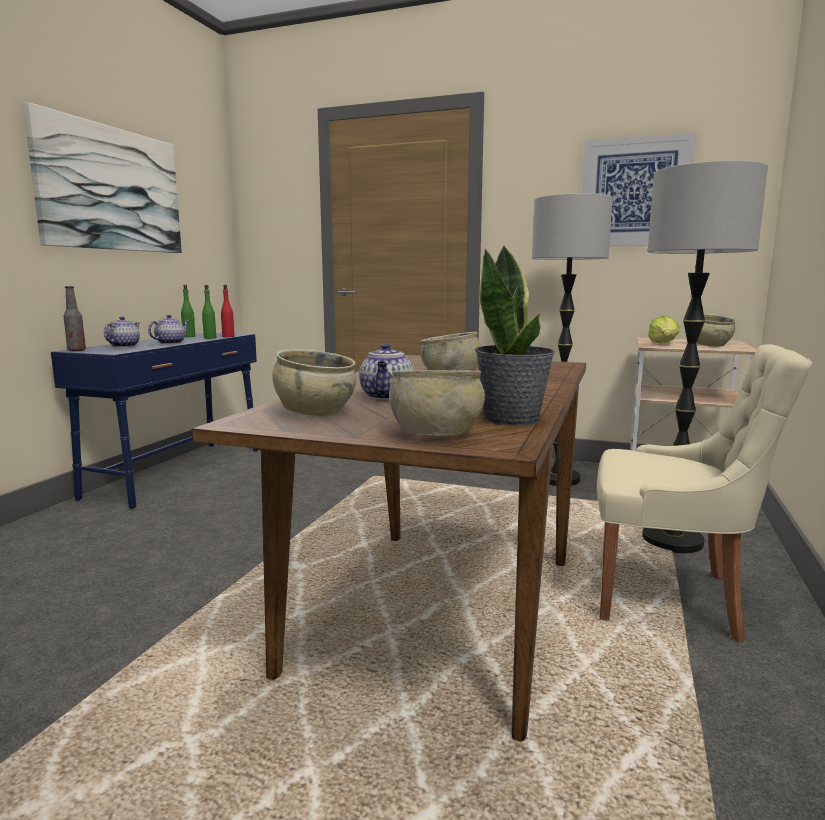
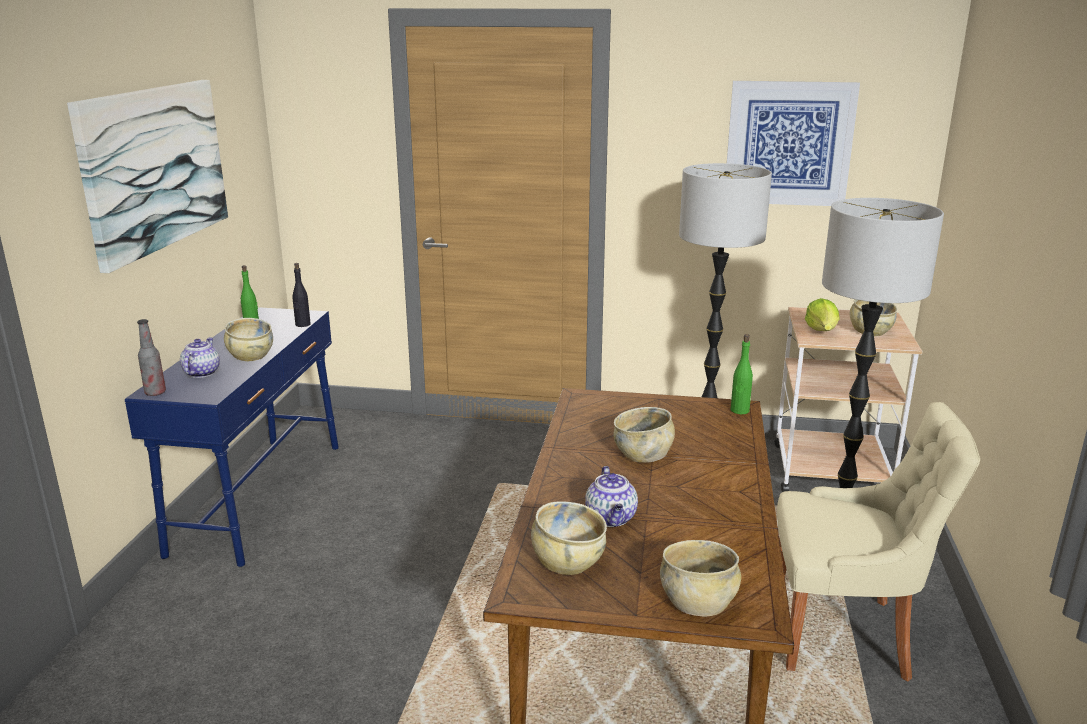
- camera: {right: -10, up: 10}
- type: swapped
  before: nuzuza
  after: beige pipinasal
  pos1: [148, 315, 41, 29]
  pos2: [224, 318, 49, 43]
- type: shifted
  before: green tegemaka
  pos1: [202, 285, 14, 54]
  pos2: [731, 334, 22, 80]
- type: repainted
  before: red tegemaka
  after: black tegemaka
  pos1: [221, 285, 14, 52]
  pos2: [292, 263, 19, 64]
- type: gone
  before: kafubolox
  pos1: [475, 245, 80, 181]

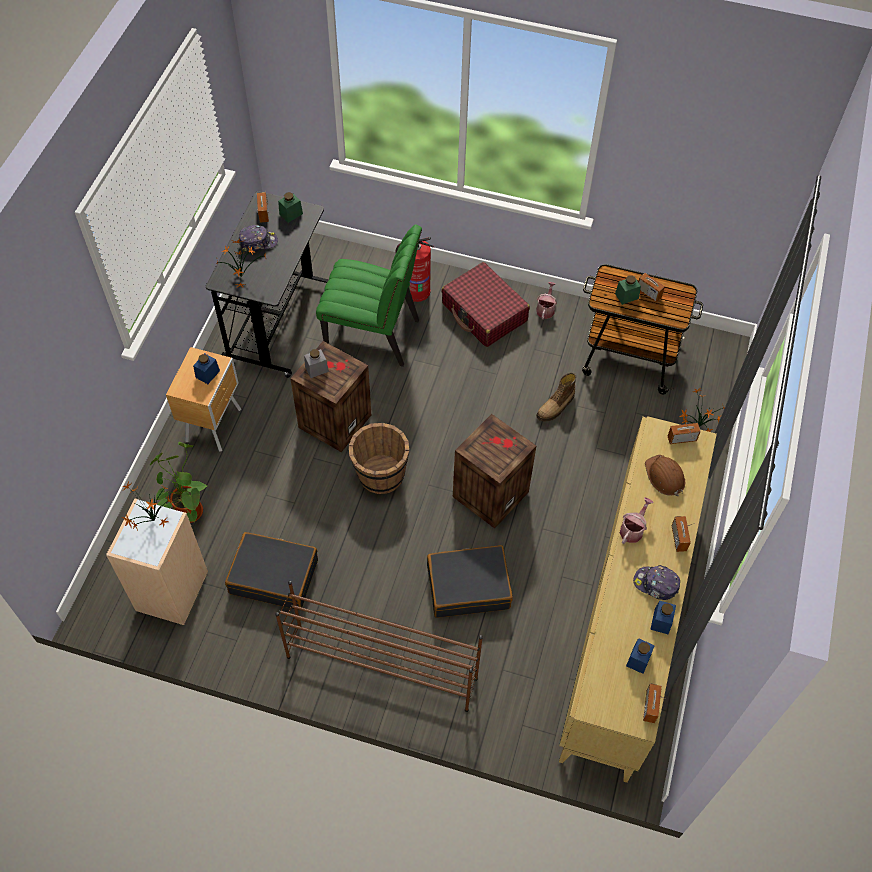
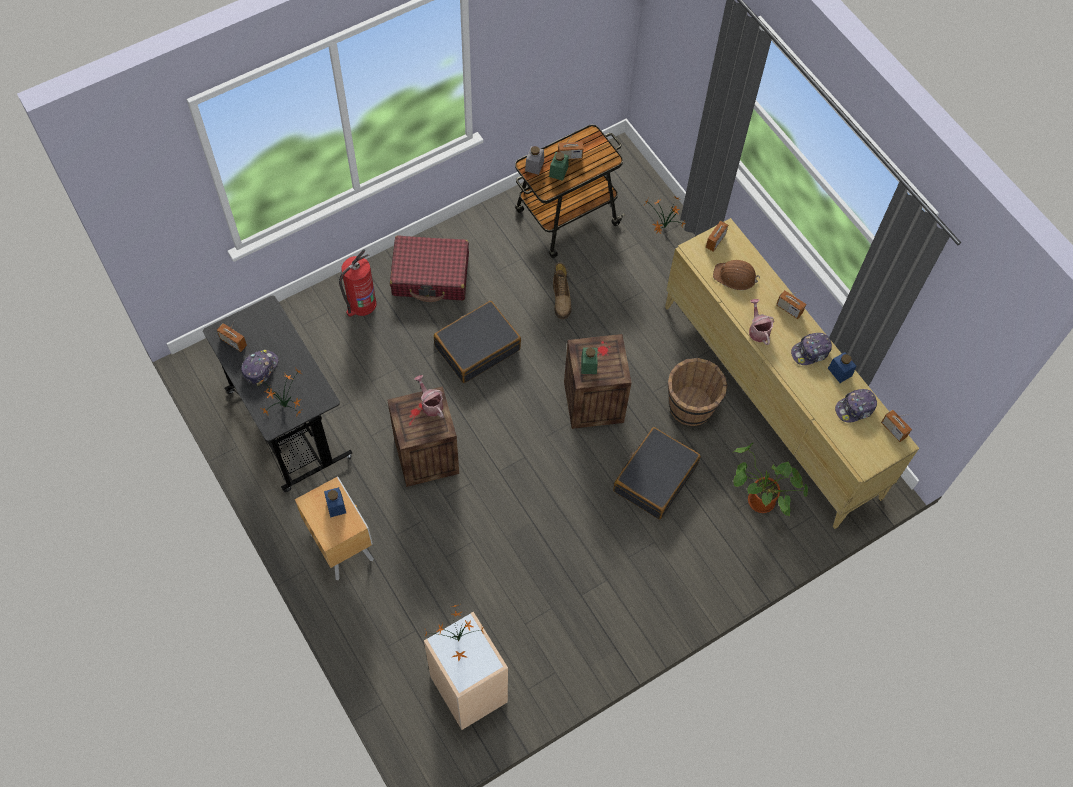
- camera: {right: -50, up: 5}
- type: shifted
  before: kafubolox
  pos1: [150, 442, 57, 81]
  pos2: [733, 443, 75, 74]
- type: shifted
  before: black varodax
  pos1: [225, 532, 93, 78]
  pos2: [434, 301, 87, 82]
- type: gone
  before: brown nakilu
  pos1: [275, 581, 208, 131]
- type: shifted
  before: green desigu
  pos1: [278, 192, 25, 31]
  pos2: [581, 348, 16, 26]
- type: shifted
  before: grey desigu
  pos1: [304, 349, 25, 29]
  pos2: [525, 146, 19, 29]
- type: gone
  before: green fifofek
  pos1: [316, 224, 106, 143]
- type: shifted
  before: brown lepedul
  pos1: [349, 423, 60, 71]
  pos2: [668, 358, 59, 68]
- type: shifted
  before: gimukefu
  pos1: [536, 282, 21, 38]
  pos2: [414, 375, 30, 43]
- type: swapped
  before: blue desigu
  after: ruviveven
  pos1: [626, 638, 29, 36]
  pos2: [835, 389, 42, 34]

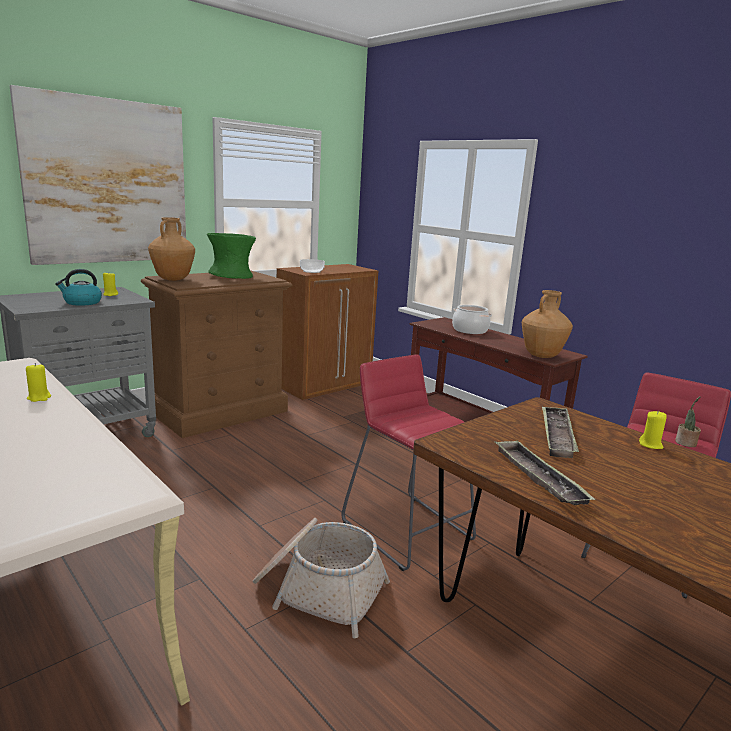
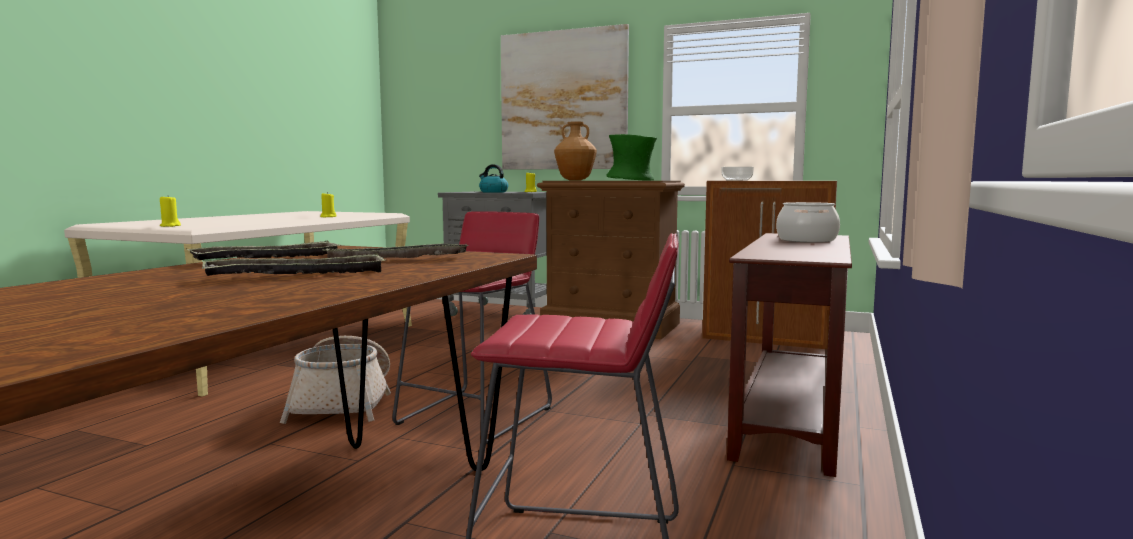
- camera: {right: 65, up: -10}
- type: gone
  before: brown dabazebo
  pos1: [522, 290, 51, 68]
- type: shifted
  before: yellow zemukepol
  pos1: [639, 411, 28, 38]
  pos2: [160, 196, 21, 31]
- type: gone
  before: kafubolox
  pos1: [675, 396, 26, 51]
- type: new
  after: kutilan
  pos2: [202, 253, 184, 23]

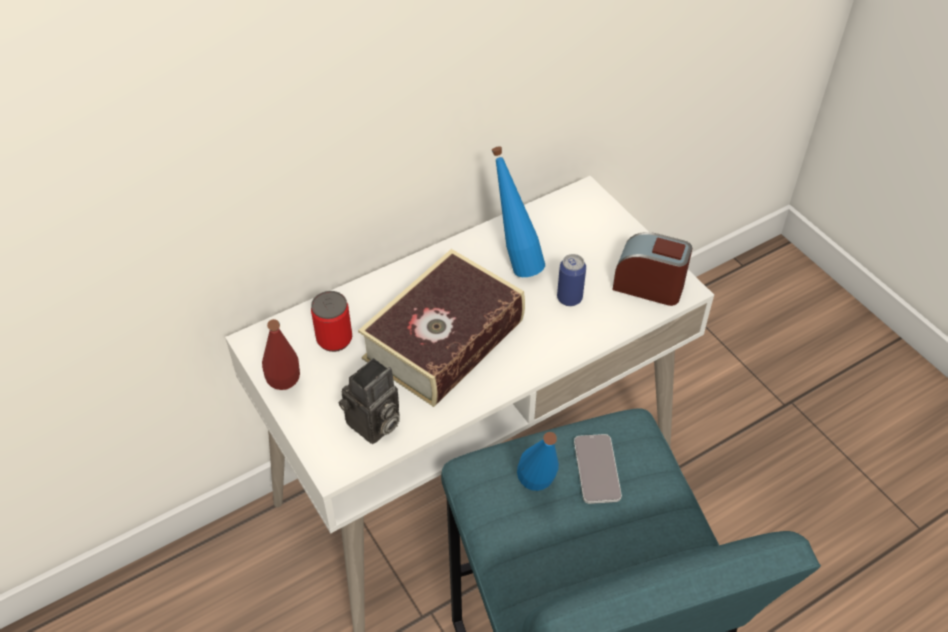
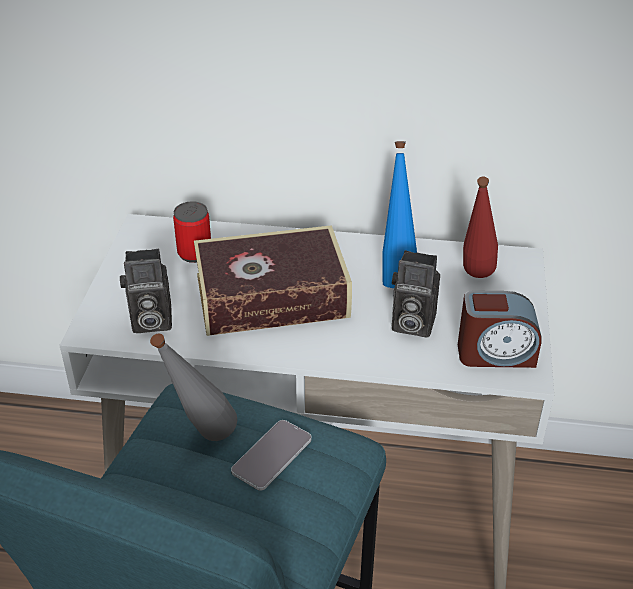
- camera: {right: 40, up: -10}
- type: shifted
  before: red tegemaka
  pos1: [262, 319, 38, 71]
  pos2: [463, 177, 35, 101]
- type: repainted
  before: blue tegemaka
  after: grey tegemaka
  pos1: [517, 432, 42, 59]
  pos2: [150, 333, 87, 108]
- type: swapped
  before: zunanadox
  after: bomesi
  pos1: [557, 254, 29, 52]
  pos2: [392, 250, 48, 88]
- type: rotated
  before: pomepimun
  pos1: [612, 232, 80, 74]
  pos2: [458, 290, 84, 78]
  turn: 120

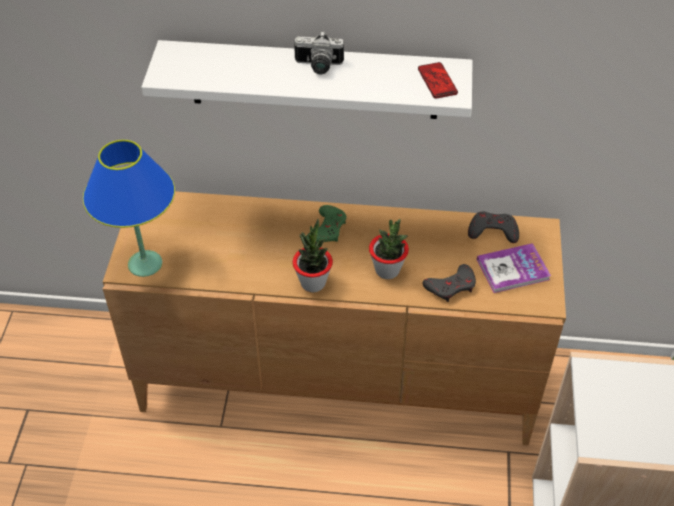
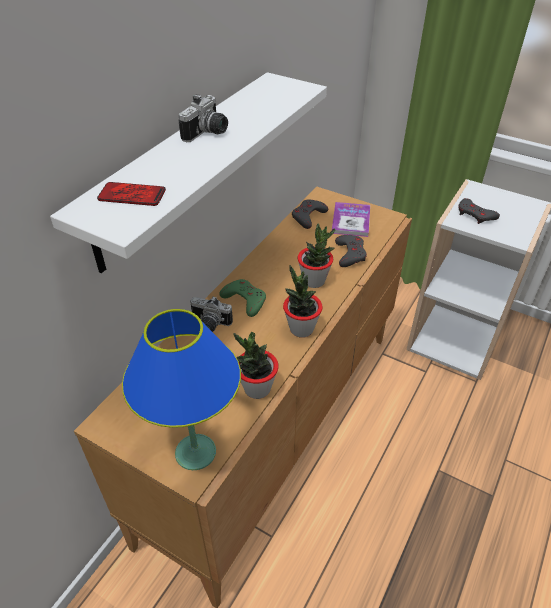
- camera: {right: -65, up: -5}
- type: shifted
  before: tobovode
  pos1: [418, 62, 40, 37]
  pos2: [97, 182, 69, 24]
- type: new
  after: bomesi
  pos2: [190, 296, 43, 36]
- type: new
  after: kafubolox
  pos2: [234, 332, 45, 67]
- type: new
  after: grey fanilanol
  pos2: [458, 198, 42, 26]

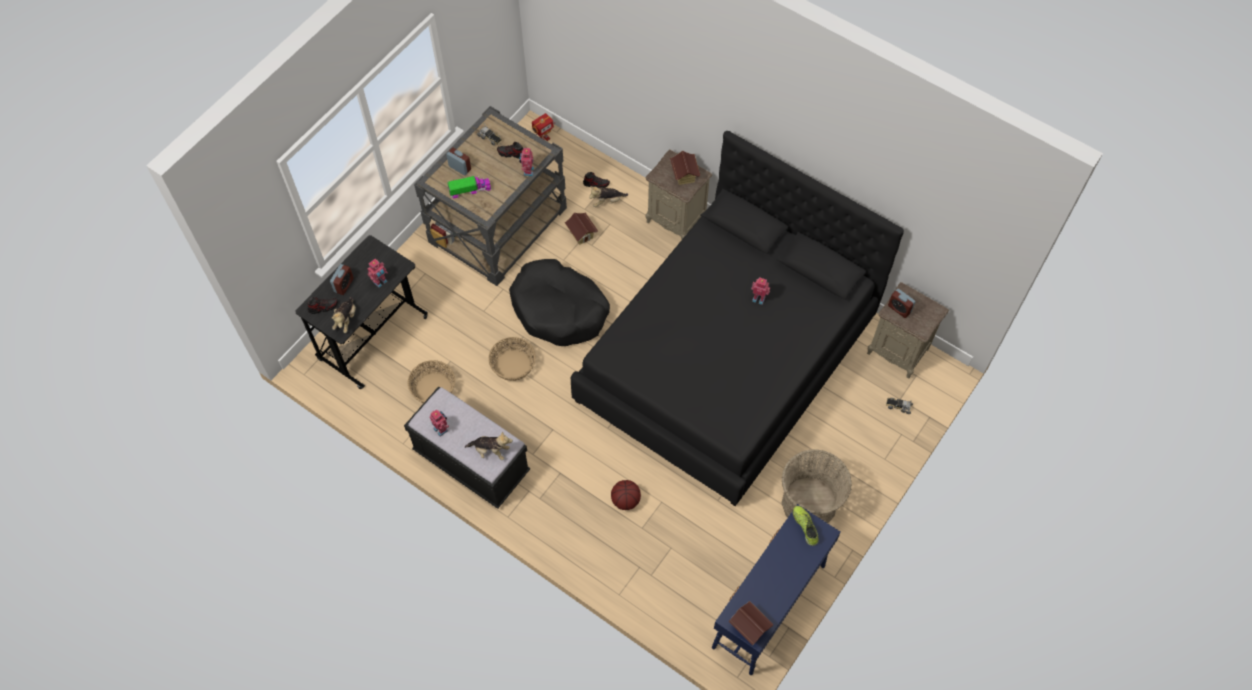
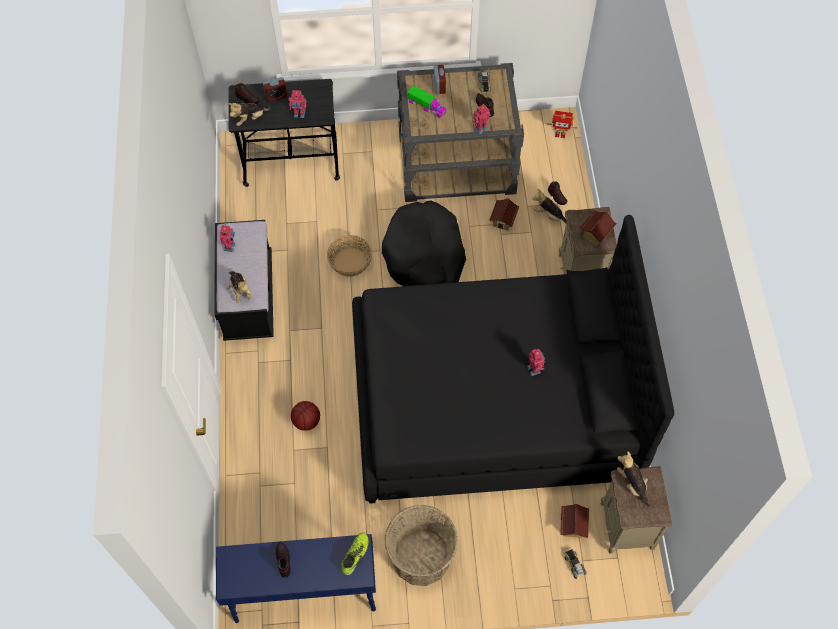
- camera: {right: 50, up: 0}
- type: gone
  before: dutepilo
  pos1: [408, 360, 47, 43]
- type: shifted
  before: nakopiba
  pos1: [728, 601, 46, 44]
  pos2: [560, 504, 29, 34]
- type: swapped
  before: pomepimun
  after: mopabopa
  pos1: [888, 289, 27, 29]
  pos2: [617, 451, 34, 56]
- type: new
  after: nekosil
  pos2: [276, 542, 15, 36]

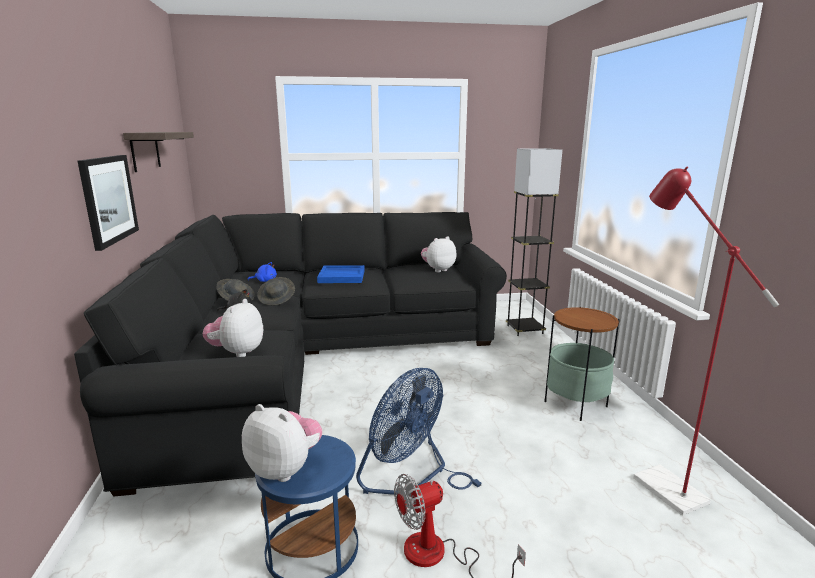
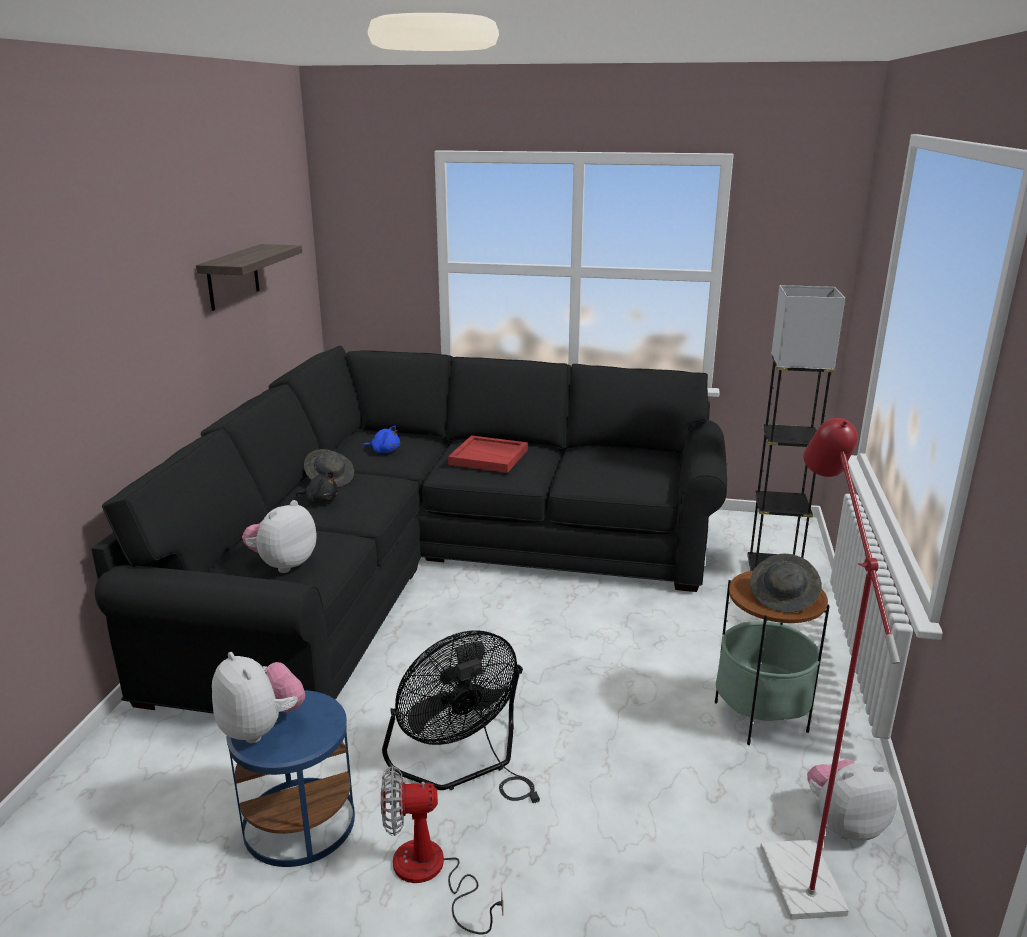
- camera: {right: 20, up: 5}
- type: gone
  before: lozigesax
  pos1: [78, 155, 61, 96]
- type: shifted
  before: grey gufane
  pos1: [257, 277, 38, 28]
  pos2: [750, 554, 72, 59]
- type: repainted
  before: blue kutilan
  after: red kutilan
  pos1: [317, 265, 48, 18]
  pos2: [448, 435, 80, 38]
- type: repainted
  before: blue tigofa
  after: black tigofa
  pos1: [356, 368, 126, 127]
  pos2: [382, 630, 158, 173]
- type: shifted
  before: mopabopa
  pos1: [421, 236, 35, 36]
  pos2: [807, 759, 91, 82]

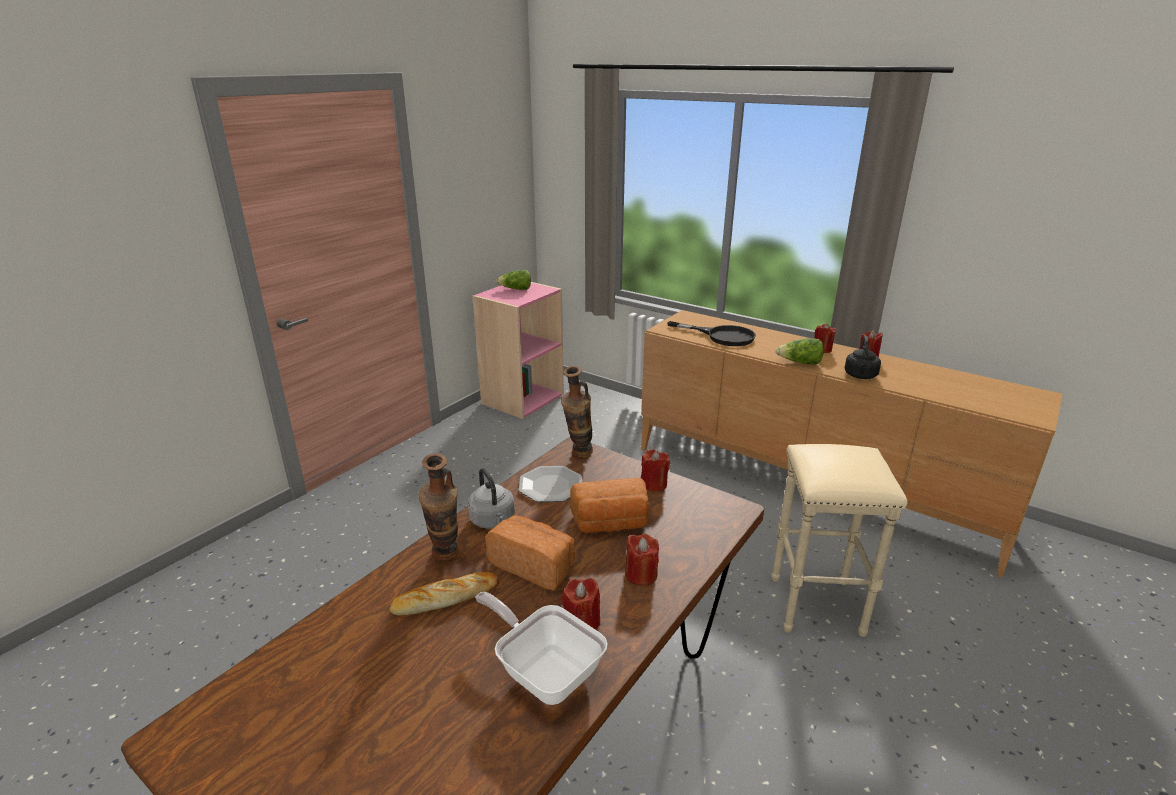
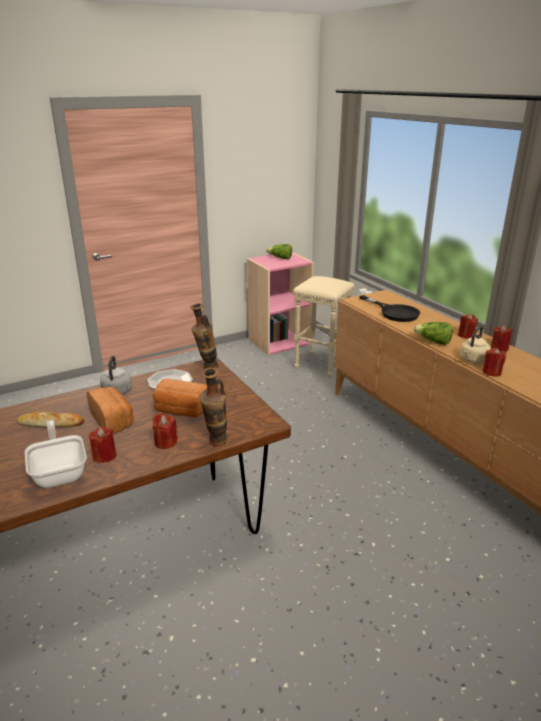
- camera: {right: 25, up: 0}
- type: shifted
  before: dabazebo
  pos1: [418, 453, 41, 108]
  pos2: [199, 368, 28, 78]
- type: shifted
  before: red zemukepol
  pos1: [641, 449, 29, 43]
  pos2: [482, 348, 24, 29]
- type: shifted
  before: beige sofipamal
  pos1: [771, 444, 137, 193]
  pos2: [293, 276, 61, 101]
- type: repainted
  before: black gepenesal
  after: beige gepenesal
  pos1: [845, 336, 36, 43]
  pos2: [460, 326, 31, 37]

